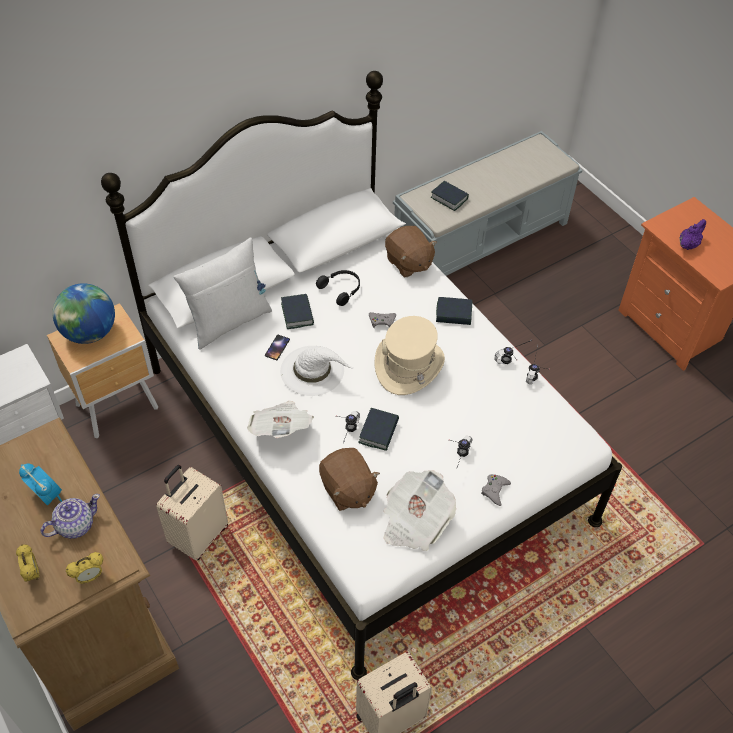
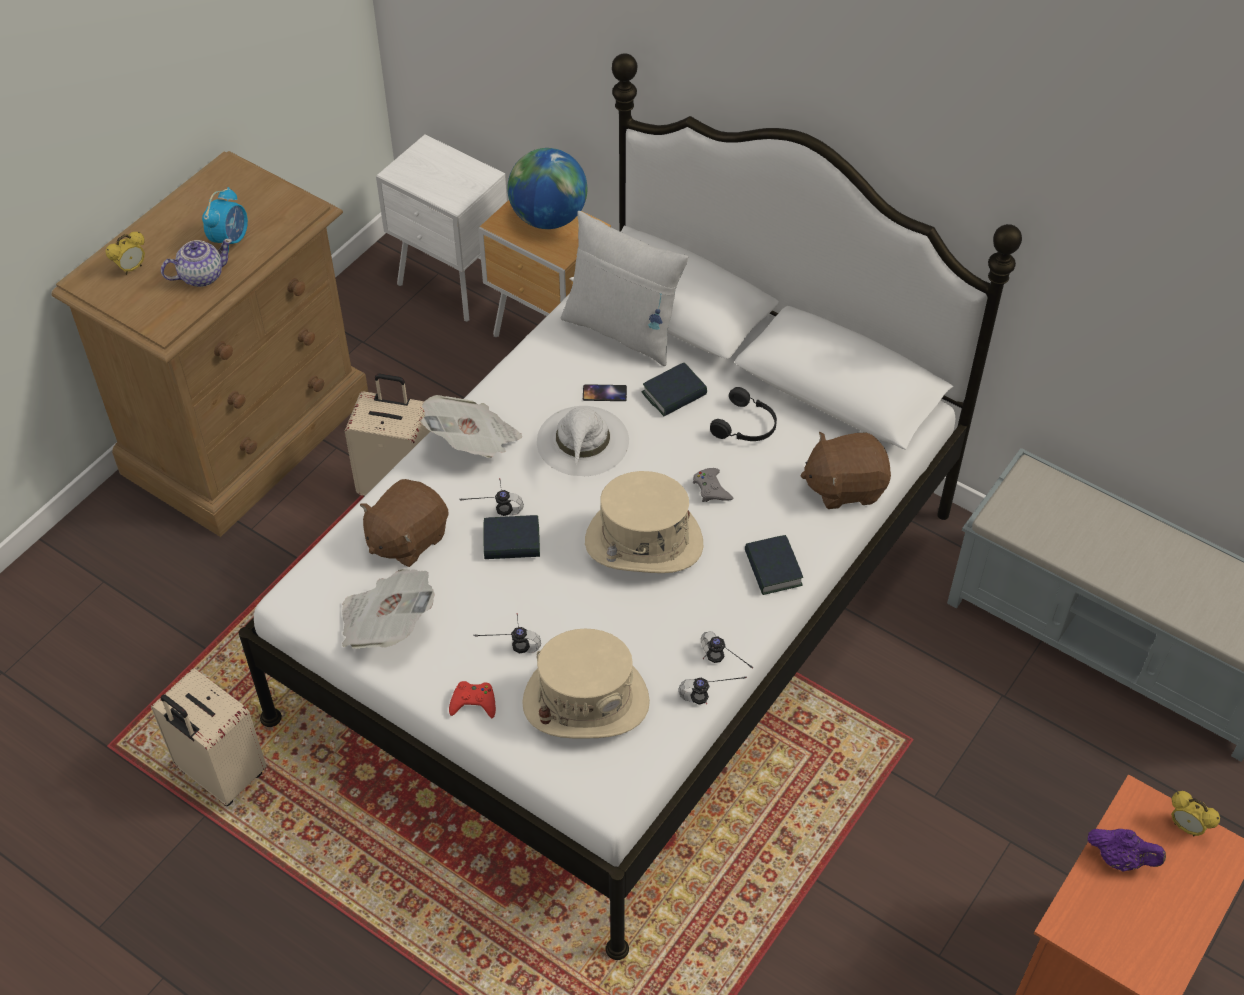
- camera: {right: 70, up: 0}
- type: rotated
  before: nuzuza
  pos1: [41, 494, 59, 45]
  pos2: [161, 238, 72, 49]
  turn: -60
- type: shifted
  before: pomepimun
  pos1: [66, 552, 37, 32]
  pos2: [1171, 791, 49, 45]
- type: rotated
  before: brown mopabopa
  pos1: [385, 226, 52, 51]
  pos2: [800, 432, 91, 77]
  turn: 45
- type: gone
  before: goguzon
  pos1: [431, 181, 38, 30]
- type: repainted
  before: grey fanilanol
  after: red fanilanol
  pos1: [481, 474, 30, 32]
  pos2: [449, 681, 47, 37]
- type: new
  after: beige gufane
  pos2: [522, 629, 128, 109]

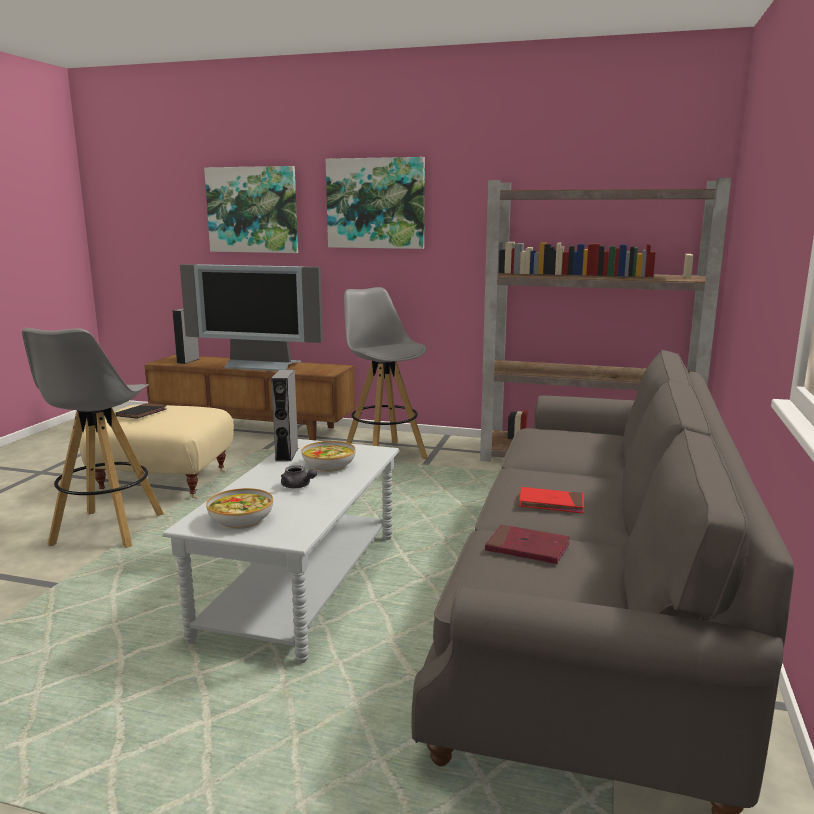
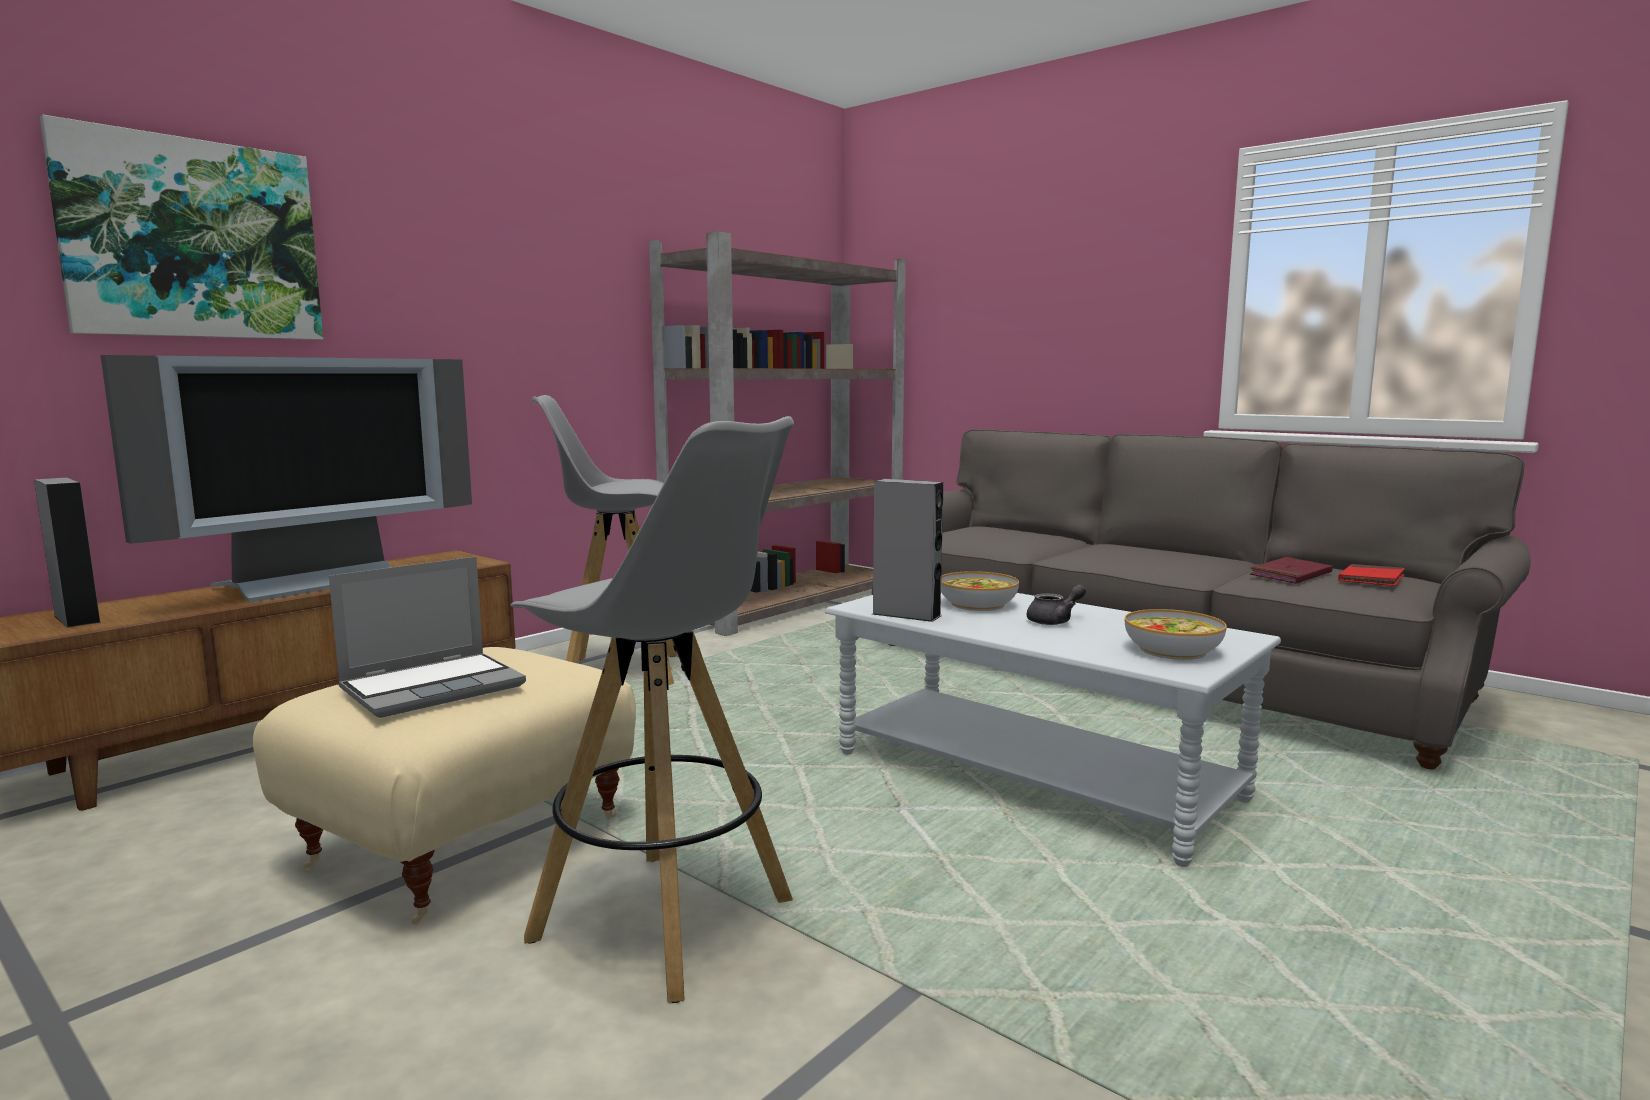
- camera: {right: -65, up: -5}
- type: swapped
  before: black goguzon
  after: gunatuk
  pos1: [116, 403, 51, 16]
  pos2: [329, 557, 197, 161]
- type: gone
  before: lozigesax
  pos1: [326, 157, 99, 92]
- type: shifted
  before: red goguzon
  pos1: [519, 487, 65, 27]
  pos2: [1338, 564, 67, 22]

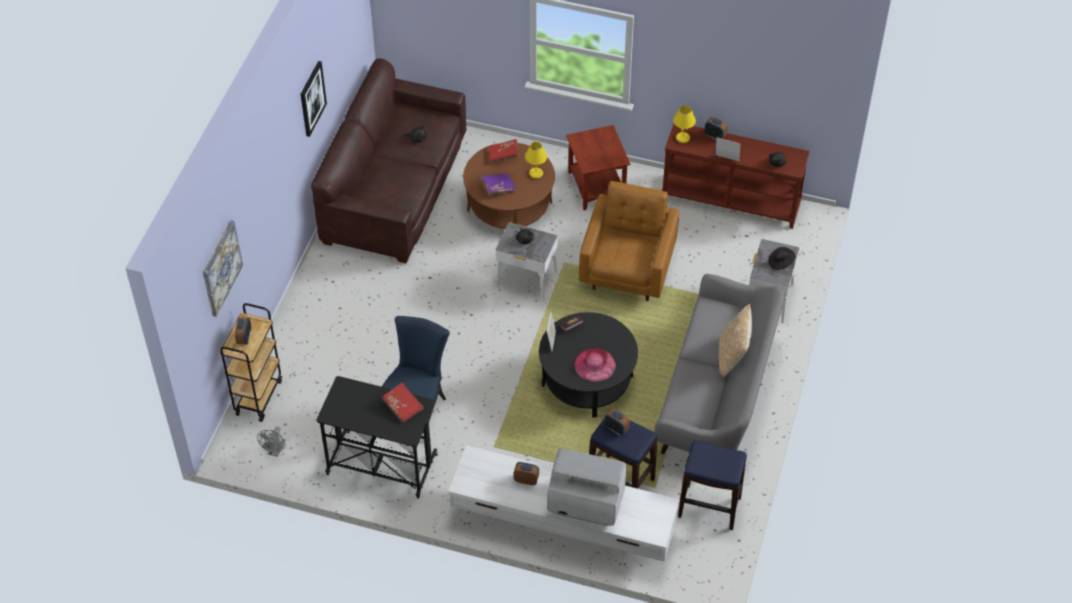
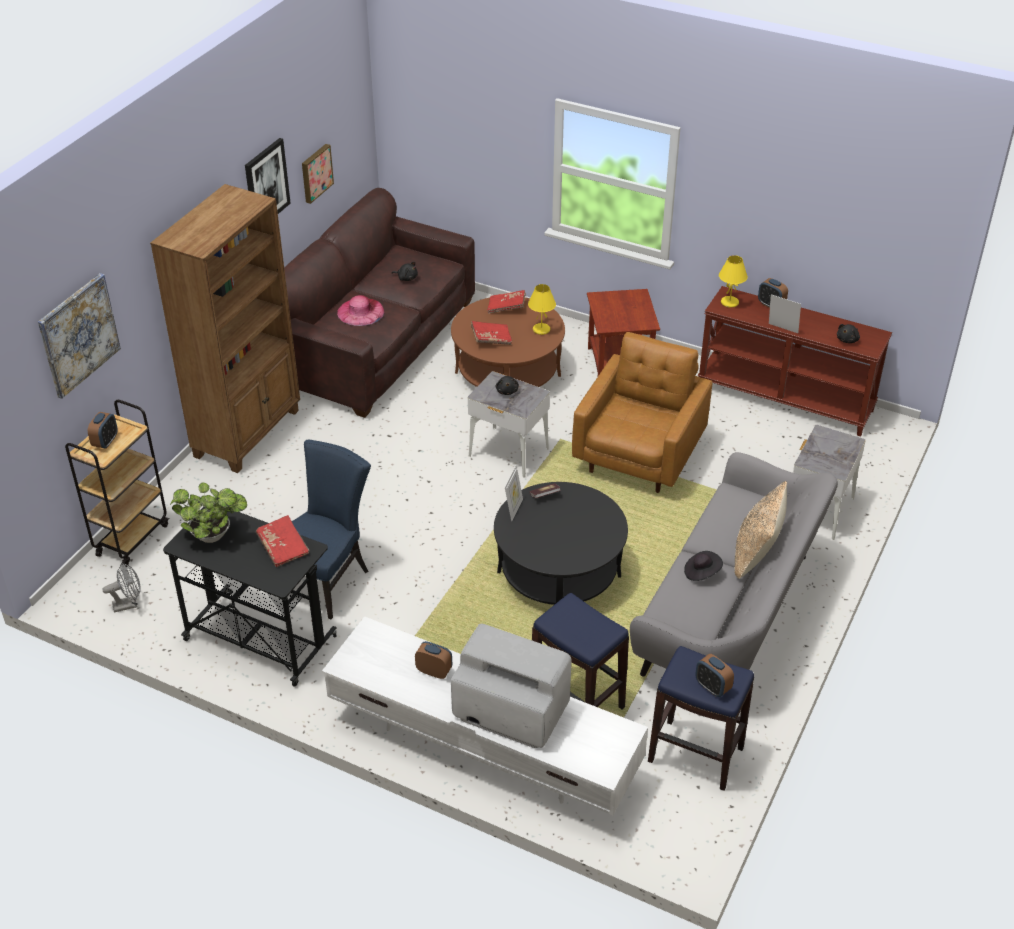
- camera: {right: 10, up: -10}
- type: rotated
  before: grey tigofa
  pos1: [257, 427, 28, 30]
  pos2: [103, 563, 38, 50]
  turn: -135
- type: repainted
  before: purple goguzon
  after: red goguzon
  pos1: [481, 173, 35, 22]
  pos2: [471, 321, 41, 24]
- type: shifted
  before: pink gufane
  pos1: [574, 348, 42, 34]
  pos2: [337, 295, 47, 31]
- type: shifted
  before: pomepimun
  pos1: [604, 408, 26, 28]
  pos2: [695, 654, 39, 43]
- type: shifted
  before: black gufane
  pos1: [768, 247, 27, 23]
  pos2: [684, 551, 39, 30]
- type: new
  after: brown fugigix
  pos2: [150, 184, 150, 289]
- type: new
  after: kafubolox
  pos2: [170, 482, 77, 61]
- type: new
  after: lozigesax
  pos2: [302, 144, 32, 60]

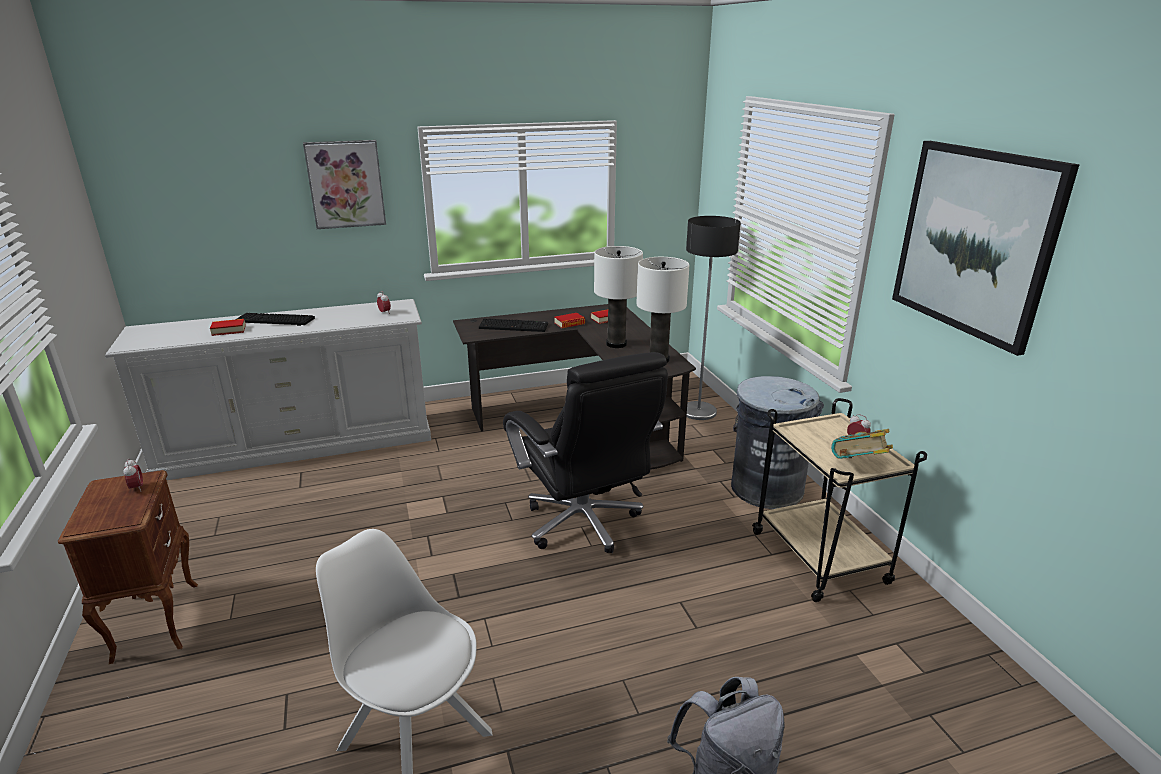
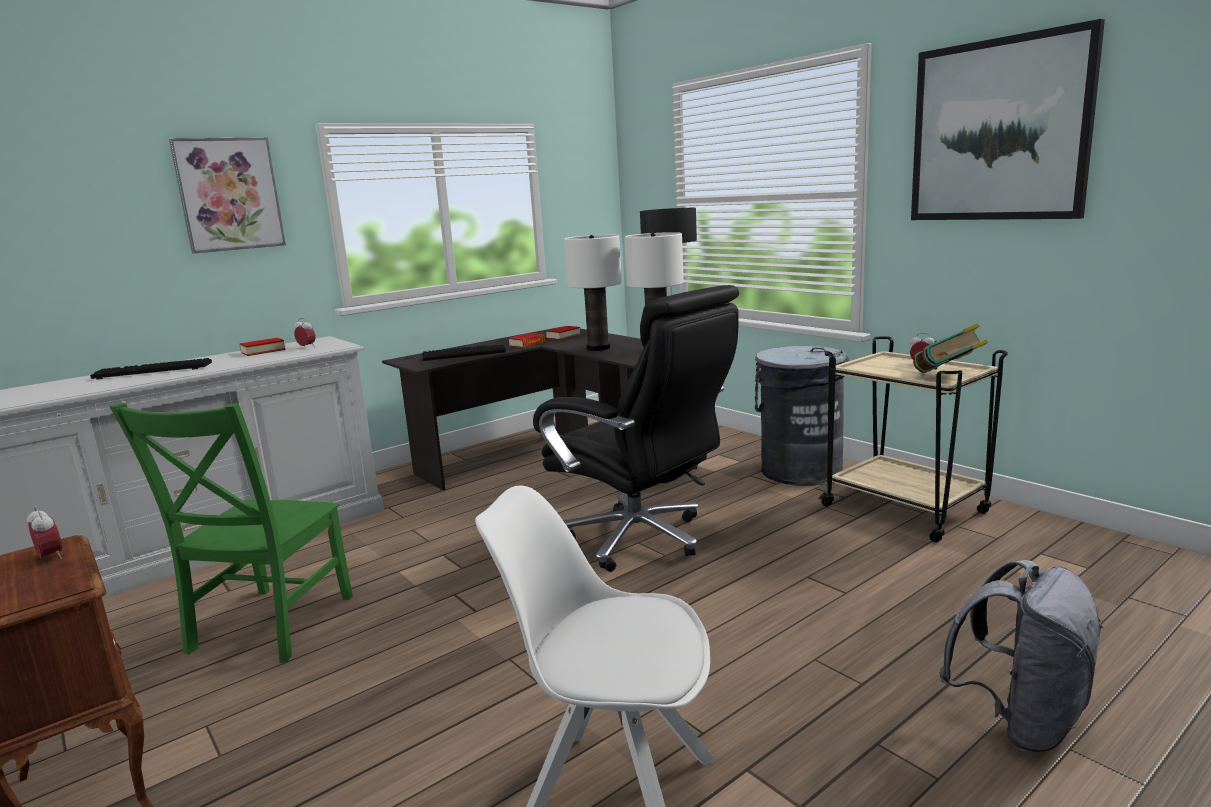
- camera: {right: -20, up: -10}
- type: shifted
  before: goguzon
  pos1: [210, 319, 36, 17]
  pos2: [240, 338, 46, 18]
- type: new
  after: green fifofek
  pos2: [109, 403, 244, 260]

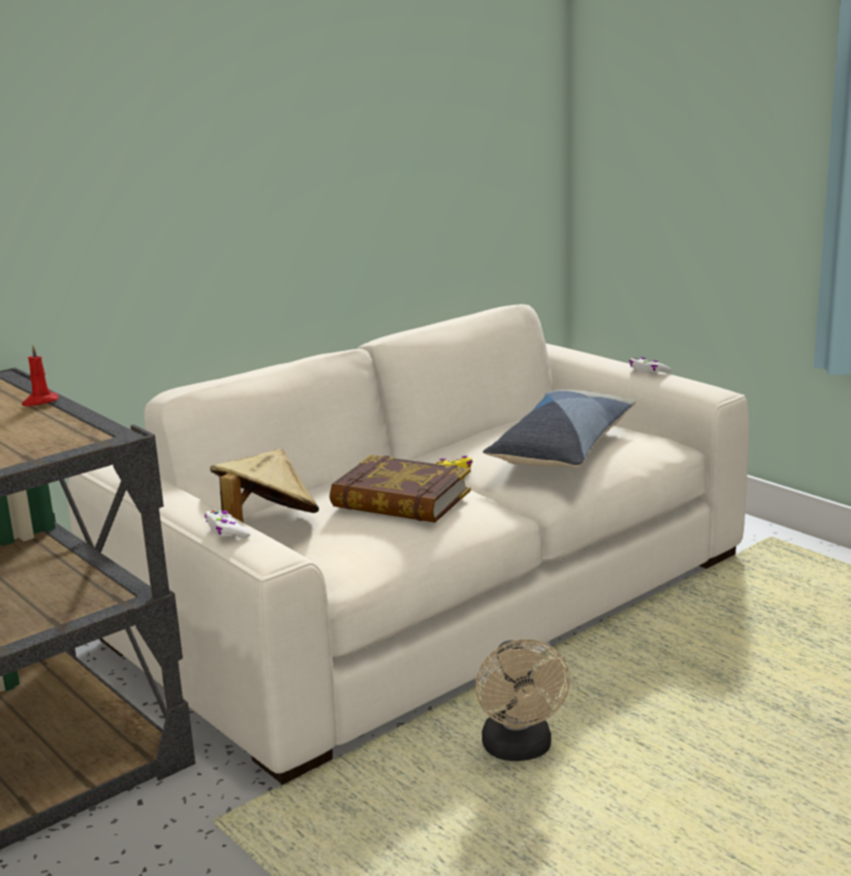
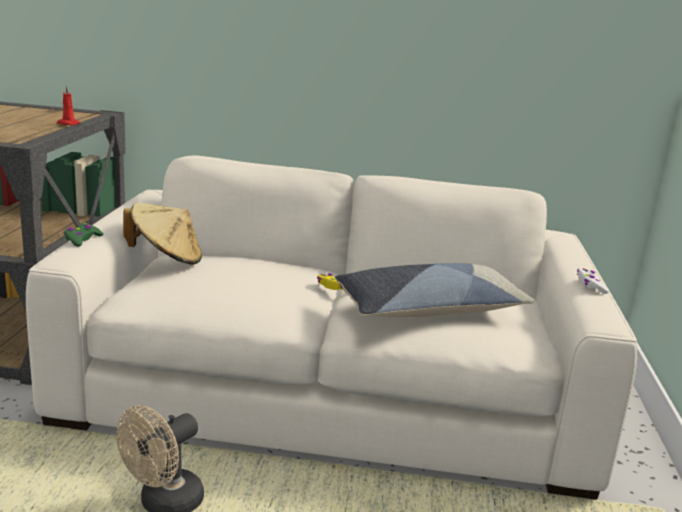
- camera: {right: 45, up: 0}
- type: repainted
  before: white fanilanol
  after: green fanilanol
  pos1: [205, 510, 45, 28]
  pos2: [63, 223, 40, 24]
- type: gone
  before: goguzon
  pos1: [330, 455, 141, 68]

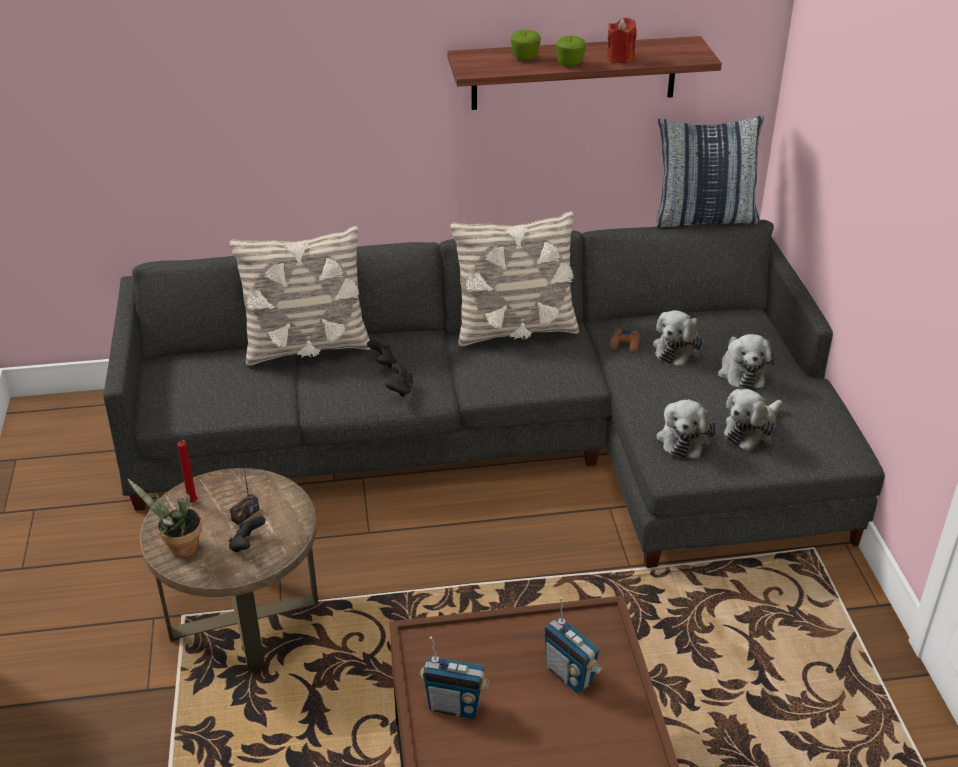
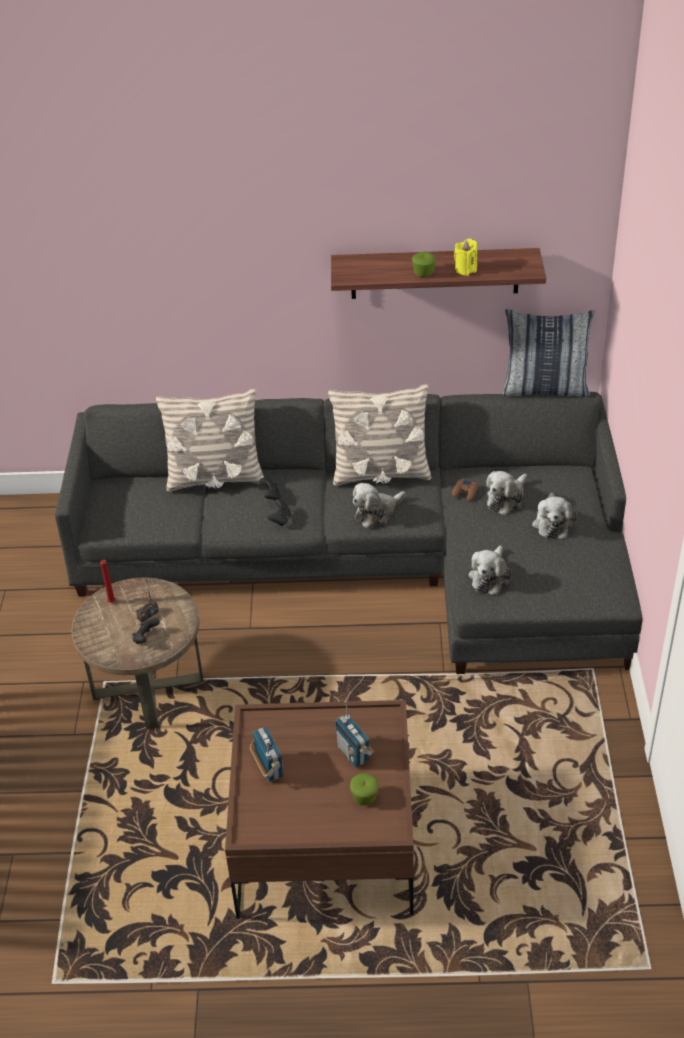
- camera: {right: 10, up: 5}
- type: gone
  before: kafubolox
  pos1: [128, 479, 74, 79]
- type: rotated
  before: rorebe
  pos1: [419, 636, 70, 83]
  pos2: [250, 727, 33, 55]
  turn: -135
- type: shifted
  before: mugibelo
  pos1: [511, 30, 30, 30]
  pos2: [350, 773, 28, 32]
- type: repainted
  before: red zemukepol
  after: yellow zemukepol
  pos1: [607, 18, 30, 46]
  pos2: [454, 239, 23, 37]
- type: shifted
  before: mopabopa
  pos1: [724, 389, 58, 62]
  pos2: [353, 483, 53, 45]

